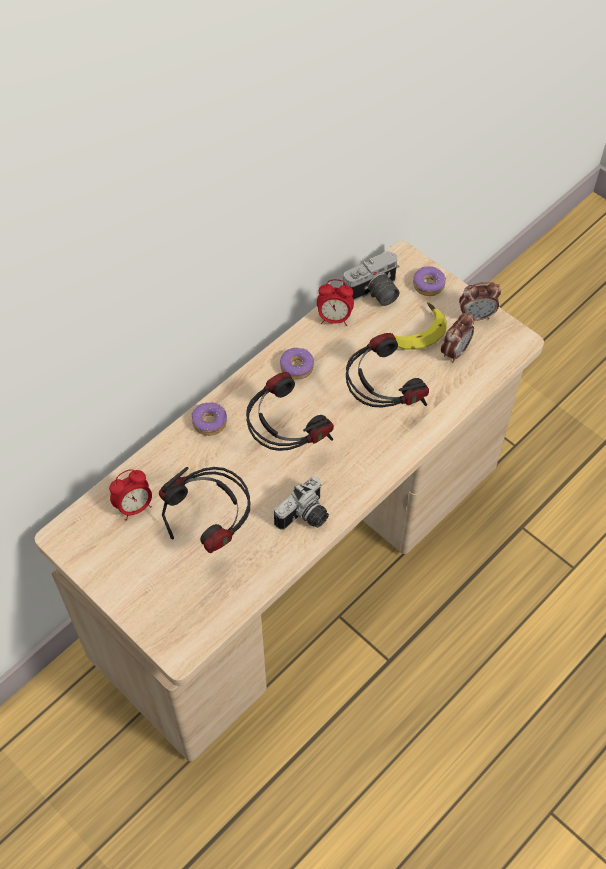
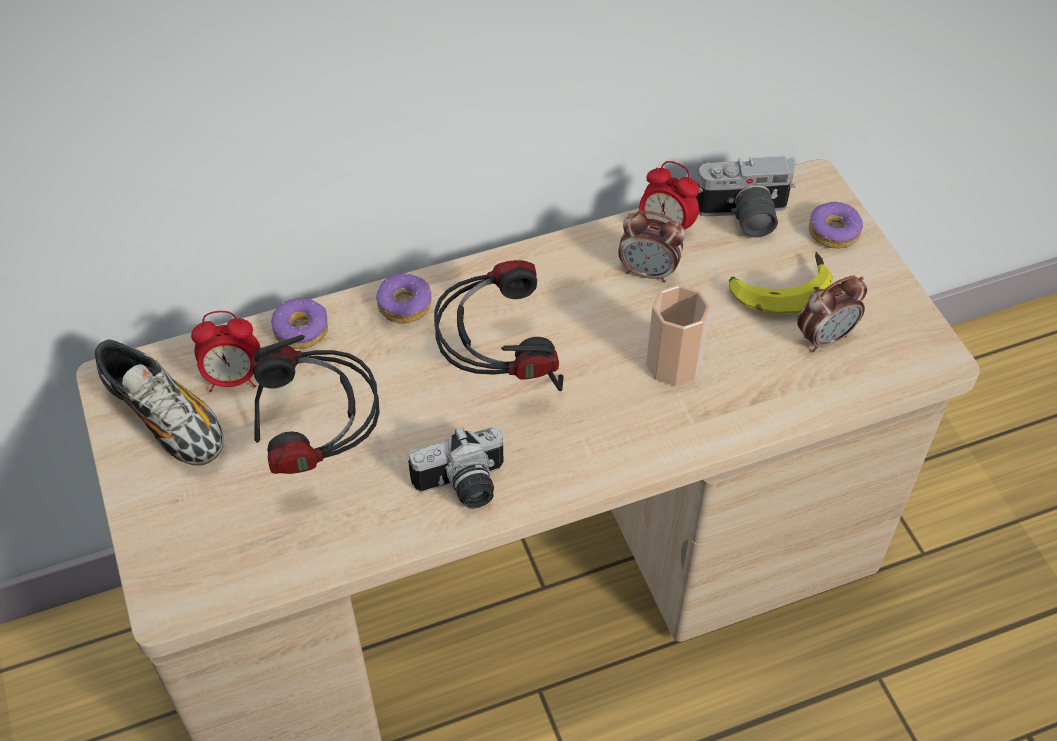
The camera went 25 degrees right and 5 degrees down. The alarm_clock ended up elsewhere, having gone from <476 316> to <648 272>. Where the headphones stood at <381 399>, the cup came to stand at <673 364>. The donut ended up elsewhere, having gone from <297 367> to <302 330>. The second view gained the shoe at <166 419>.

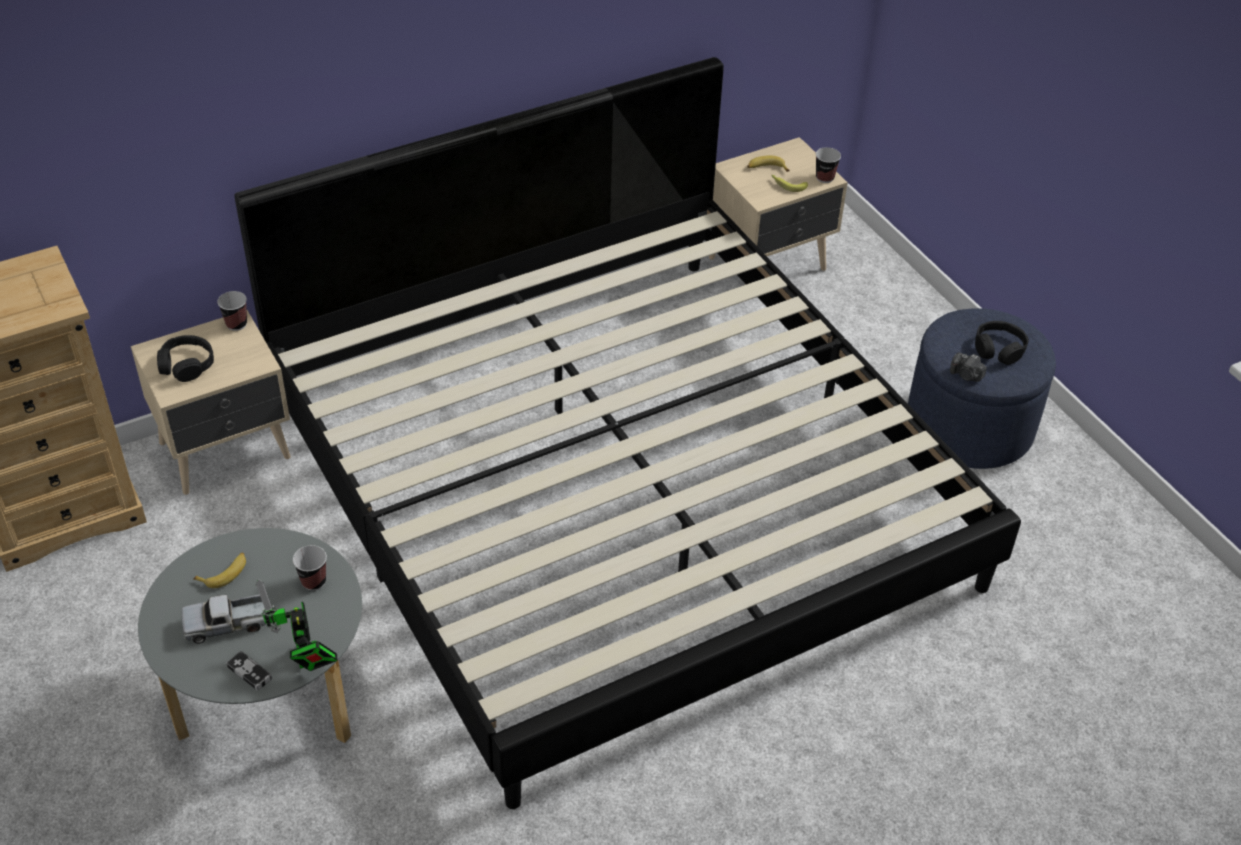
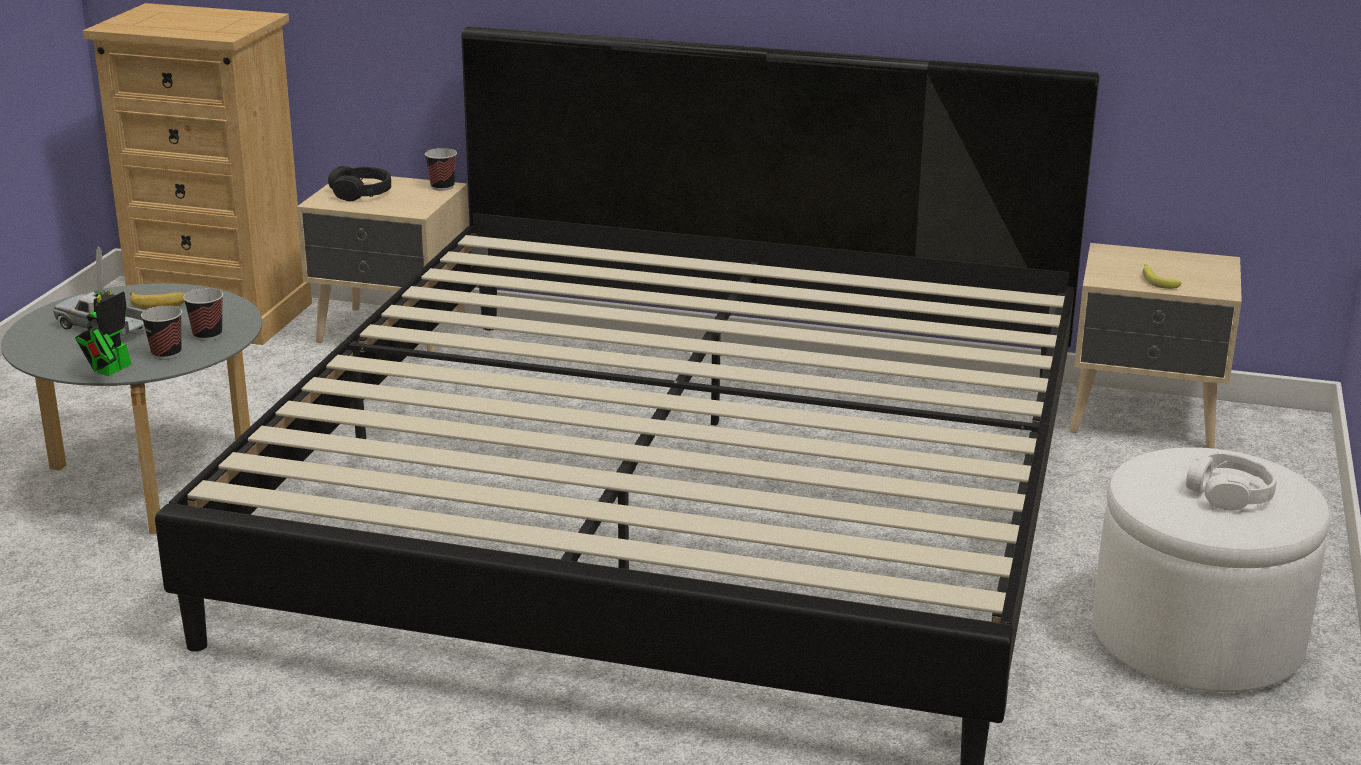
The camera went 45 degrees right and 20 degrees down. The cup ended up elsewhere, having gone from <825 178> to <166 354>. The second view lost the banana at <766 168>. What was the blue_ottoman at <969 426> turned into the white_ottoman at <1196 639>. What was the black_headphones at <999 349> turned into the white_headphones at <1229 493>. The second view lost the photo_camera at <966 375>. The second view lost the game_controller at <249 672>.

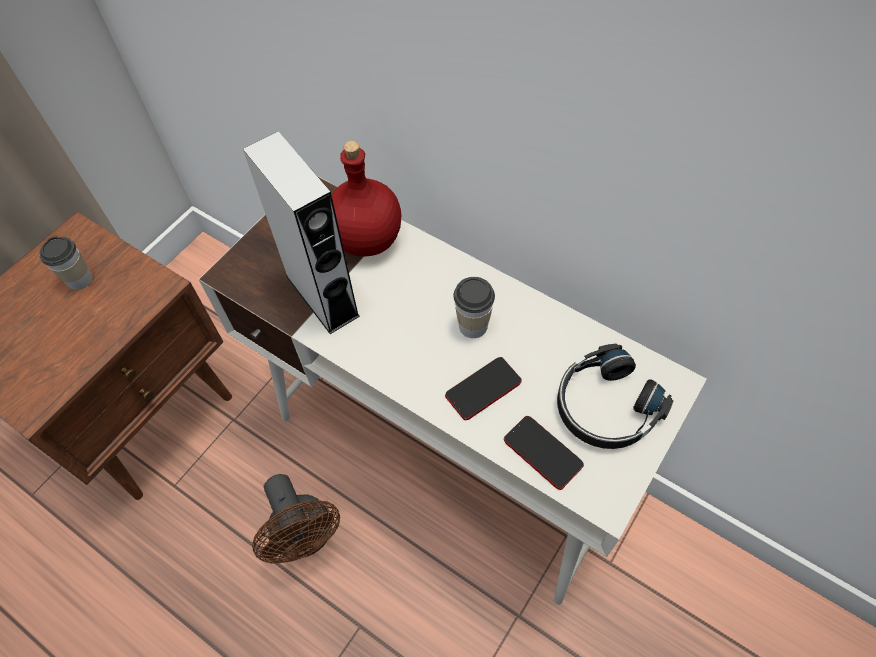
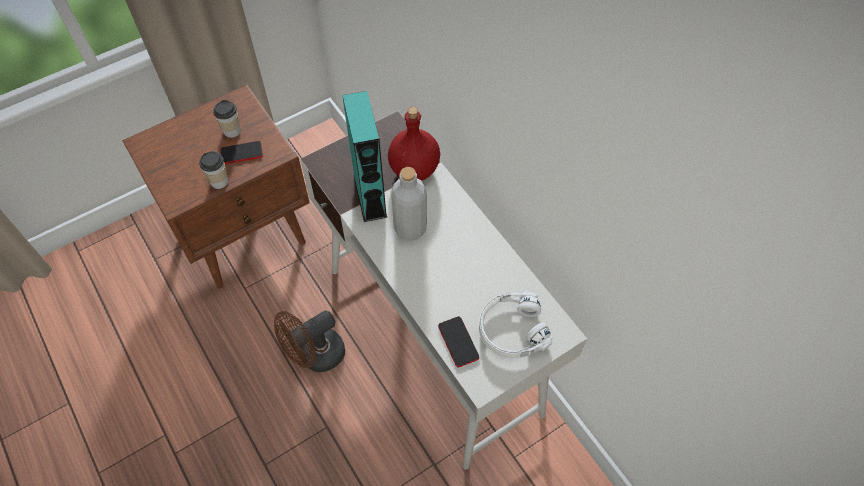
The camera went 20 degrees right and 0 degrees up. What was the grey_speaker at <322 296> turned into the turquoise_speaker at <370 196>. The cup ended up elsewhere, having gone from <473 325> to <219 181>. What was the black_headphones at <605 406> turned into the white_headphones at <511 330>. The phone ended up elsewhere, having gone from <483 389> to <241 153>. The brown_fan at <306 537> ended up facing another way, 60 degrees clockwise from before. The second view gained the grey_bottle at <410 228>.

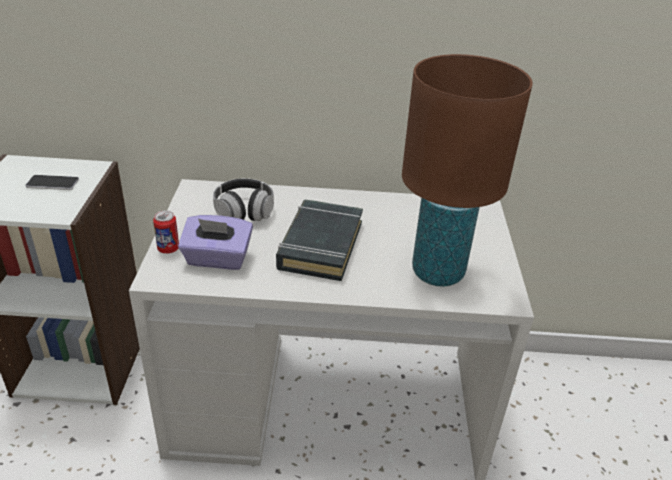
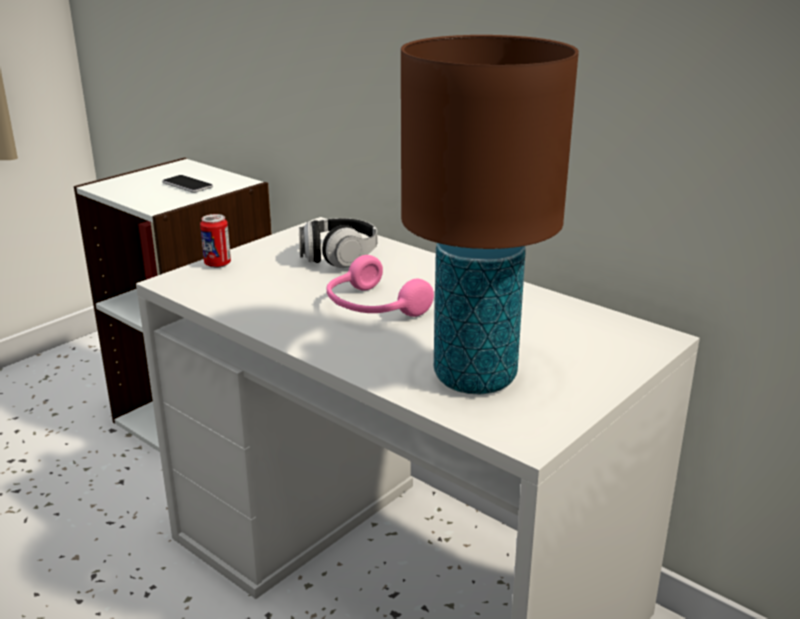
The camera went 40 degrees right and 10 degrees down. Where the black_book stood at <320 245>, the pink_headphones came to stand at <372 307>. The second view lost the purple_tissue_box at <217 259>.

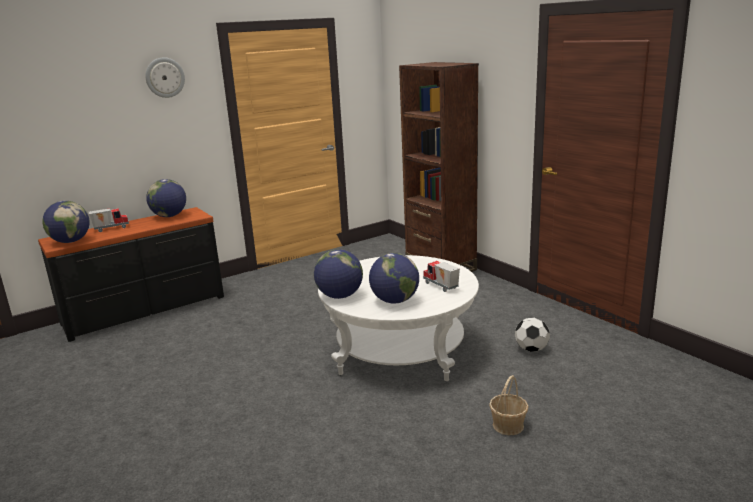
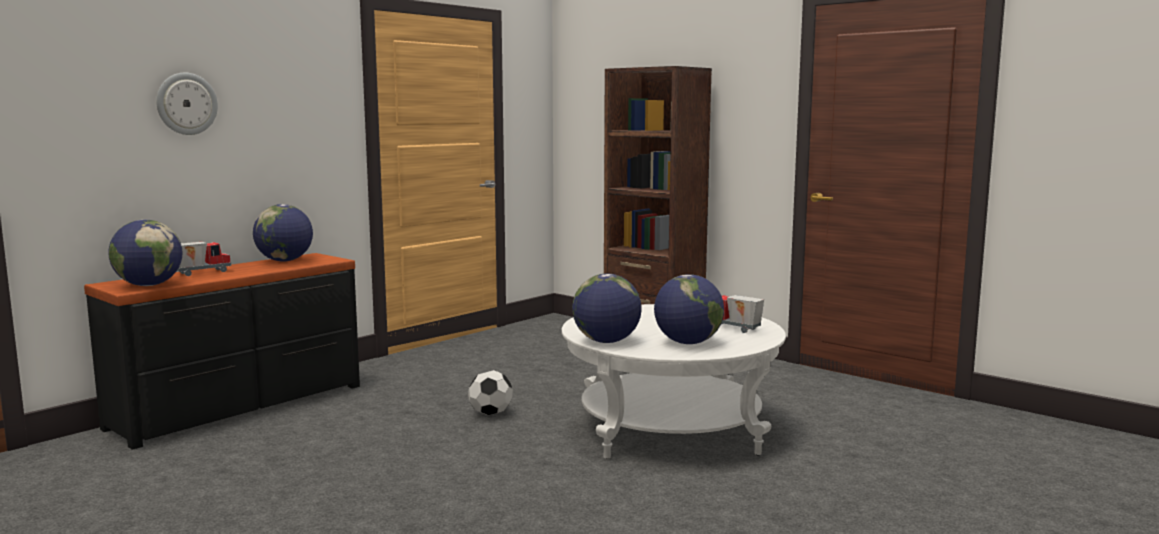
The camera went 15 degrees left and 10 degrees down. The wall_clock ended up elsewhere, having gone from <165 77> to <186 103>. The football ended up elsewhere, having gone from <531 349> to <490 414>. The second view lost the basket at <508 425>.

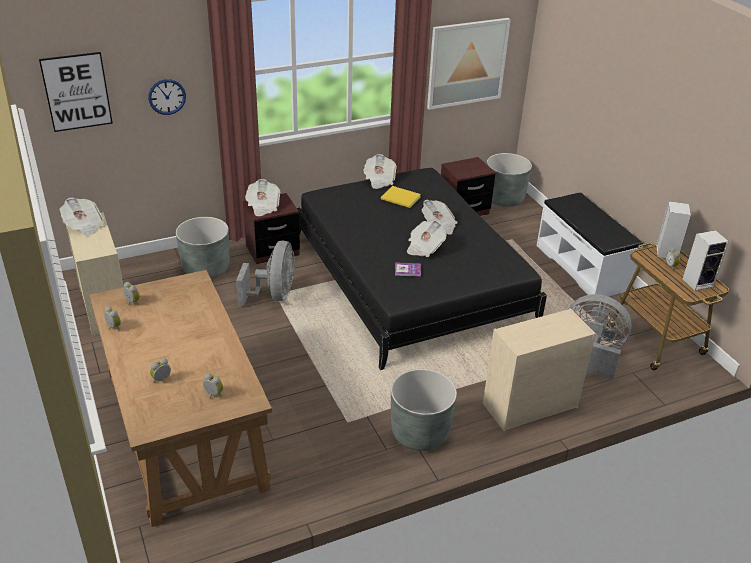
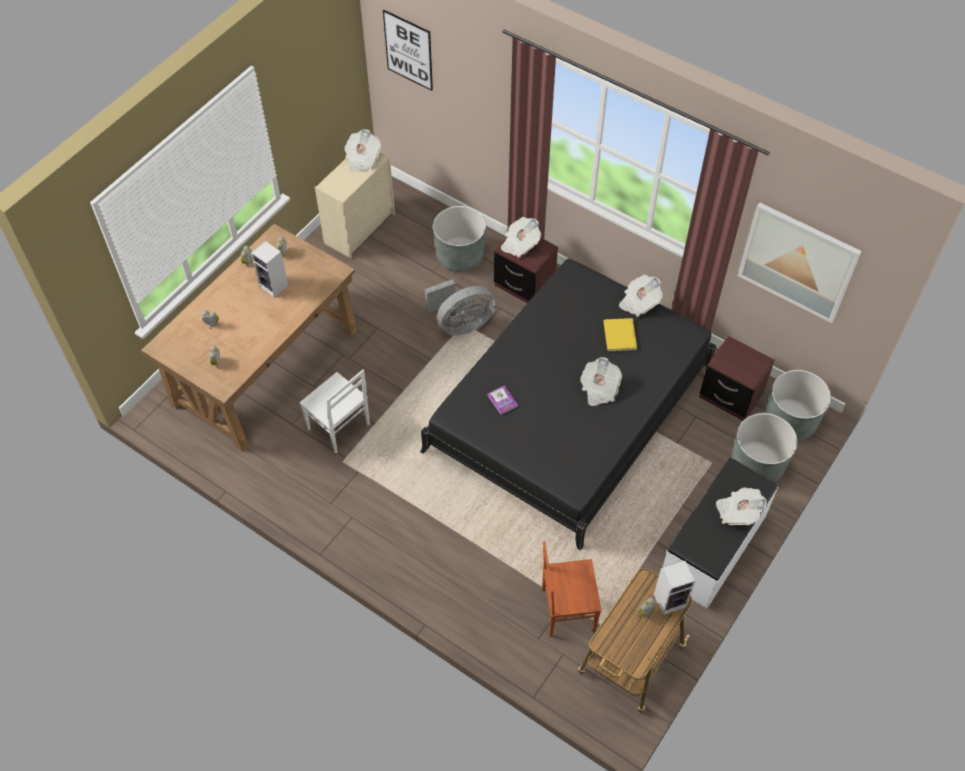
The camera went 60 degrees right and 20 degrees up. The second view lost the wall_clock at <167 96>. The newspaper ended up elsewhere, having gone from <424 248> to <738 512>. The speaker ended up elsewhere, having gone from <698 282> to <275 286>. Where the grey_fan stood at <592 353>, the brown_chair came to stand at <567 609>. The second view lost the beige_dresser at <529 406>. The grey_planter ended up elsewhere, having gone from <420 432> to <757 465>. The second view gained the white_chair at <338 428>.

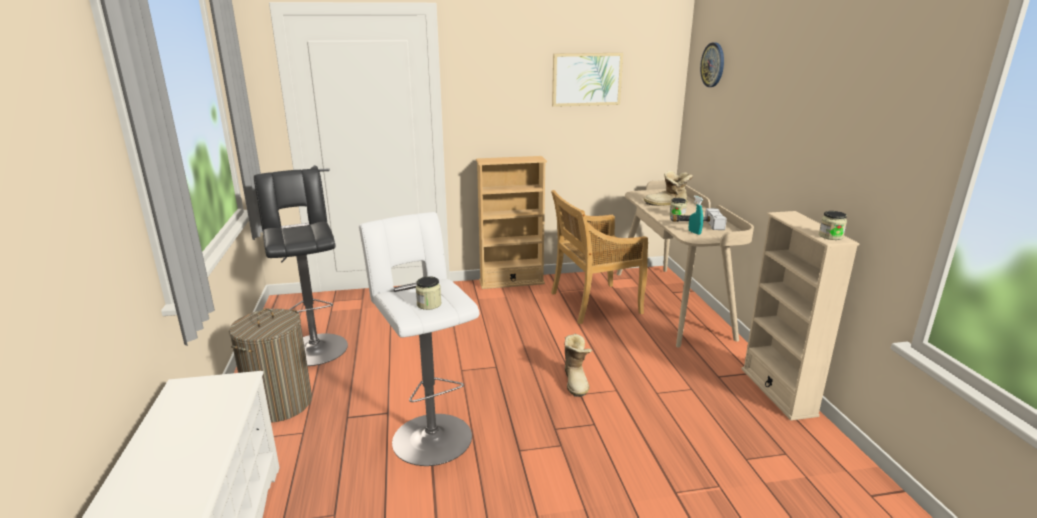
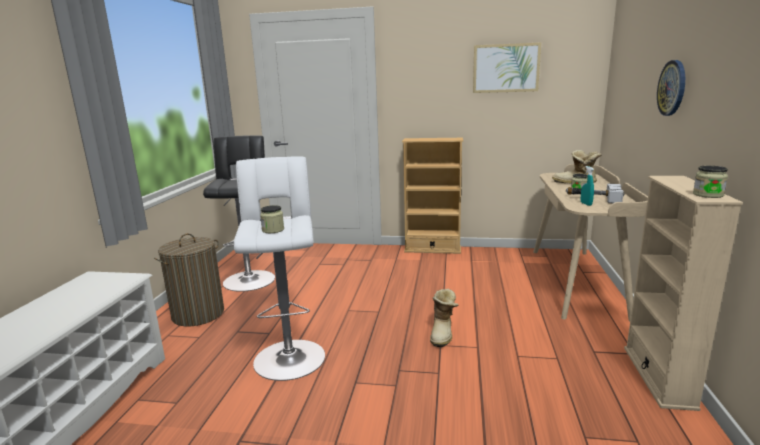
The camera went 20 degrees right and 5 degrees down. The wall_clock ended up elsewhere, having gone from <713 65> to <672 88>. The second view lost the beige_chair at <594 303>.

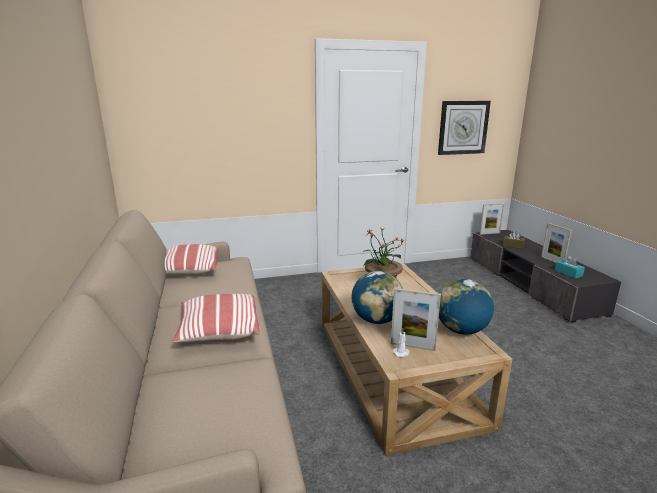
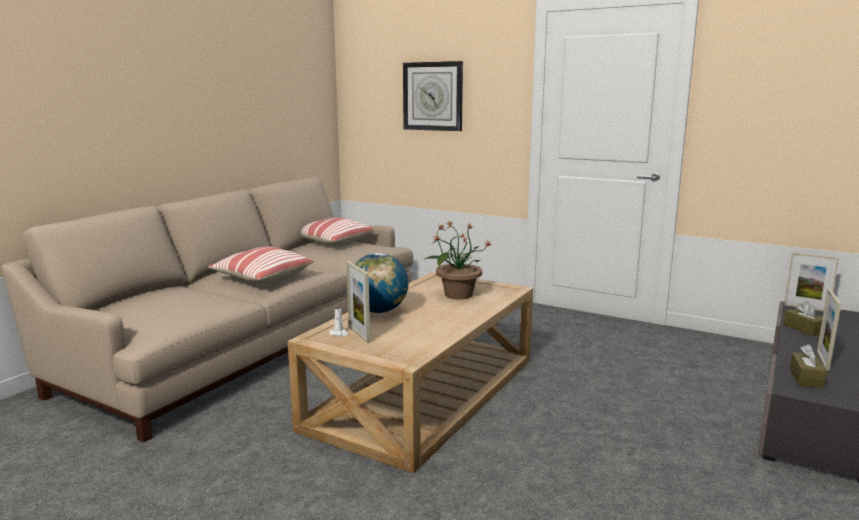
The camera went 45 degrees right and 5 degrees down. The wall_clock ended up elsewhere, having gone from <463 127> to <433 96>. What was the turquoise_tissue_box at <568 273> turned into the brown_tissue_box at <806 378>. The second view lost the globe at <461 330>.

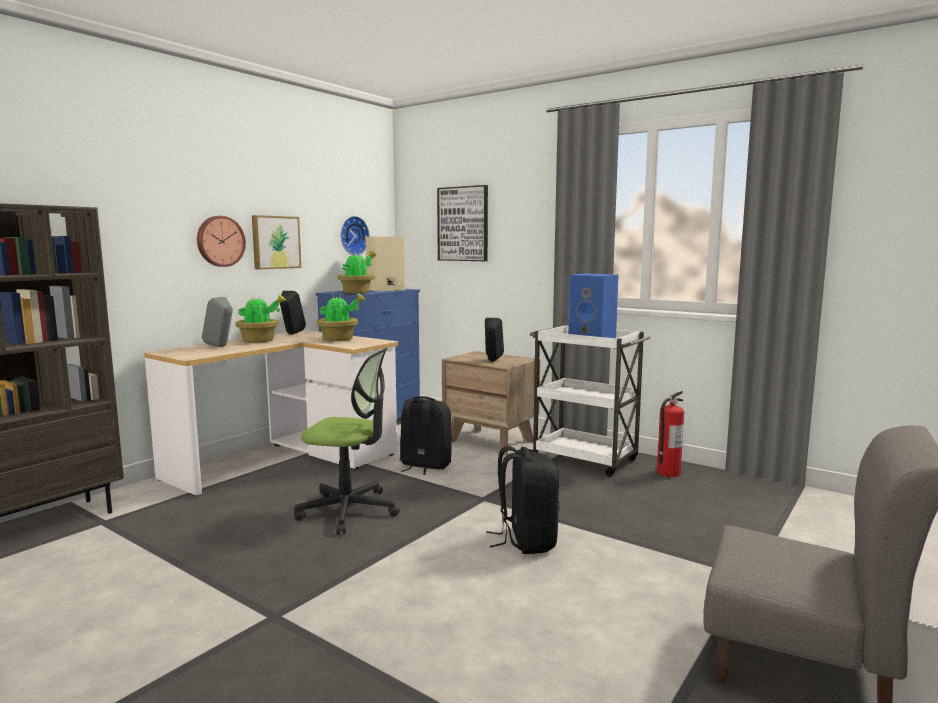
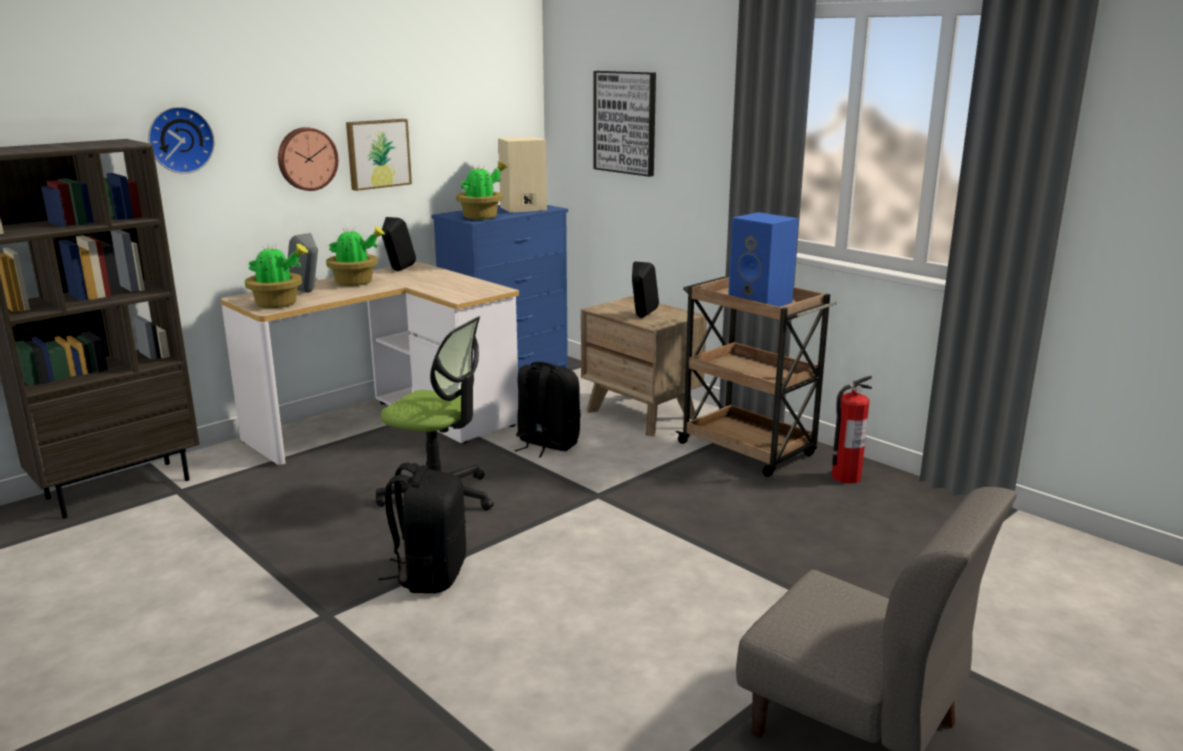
The camera went 10 degrees right and 10 degrees up. The wall_clock ended up elsewhere, having gone from <352 236> to <179 140>. The potted_plant ended up elsewhere, having gone from <339 339> to <278 304>. What was the white_cart at <585 460> turned into the brown_cart at <748 450>. The black_backpack ended up elsewhere, having gone from <526 540> to <430 574>.

